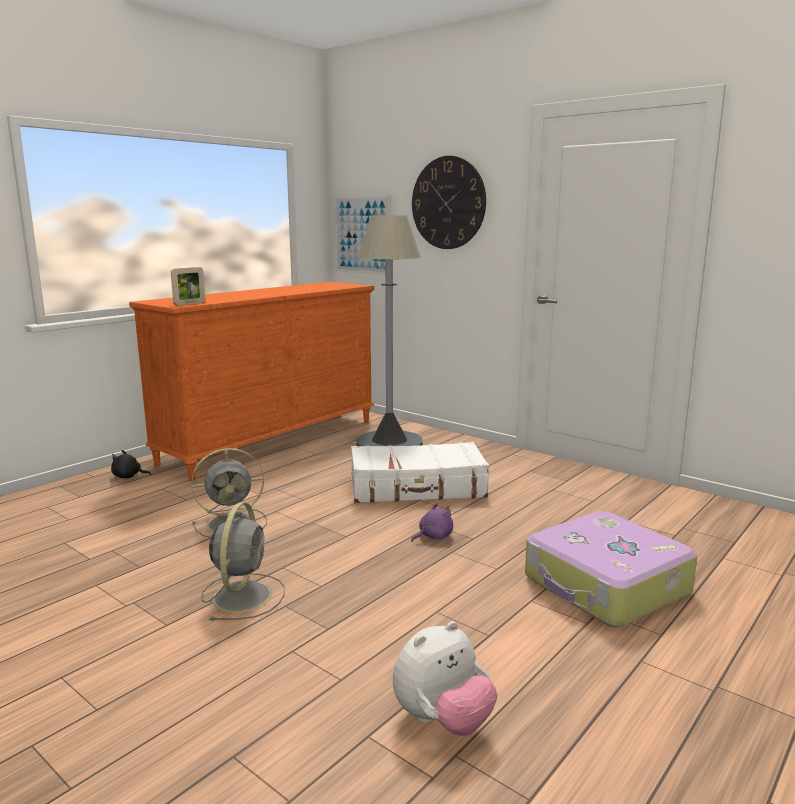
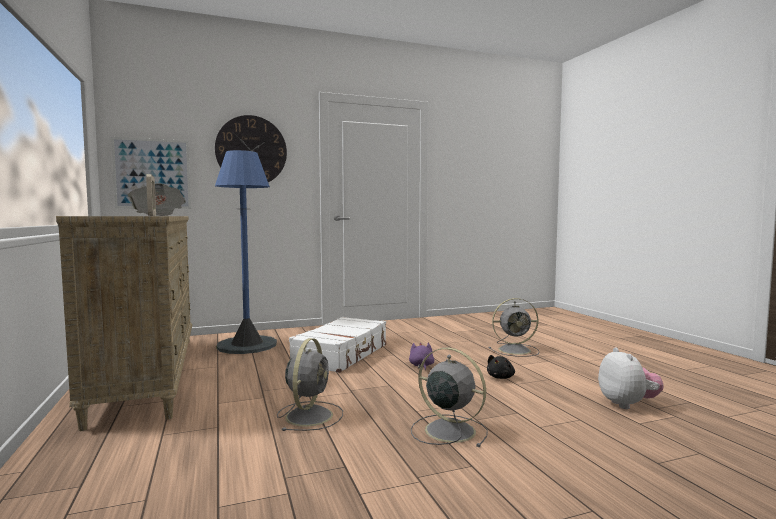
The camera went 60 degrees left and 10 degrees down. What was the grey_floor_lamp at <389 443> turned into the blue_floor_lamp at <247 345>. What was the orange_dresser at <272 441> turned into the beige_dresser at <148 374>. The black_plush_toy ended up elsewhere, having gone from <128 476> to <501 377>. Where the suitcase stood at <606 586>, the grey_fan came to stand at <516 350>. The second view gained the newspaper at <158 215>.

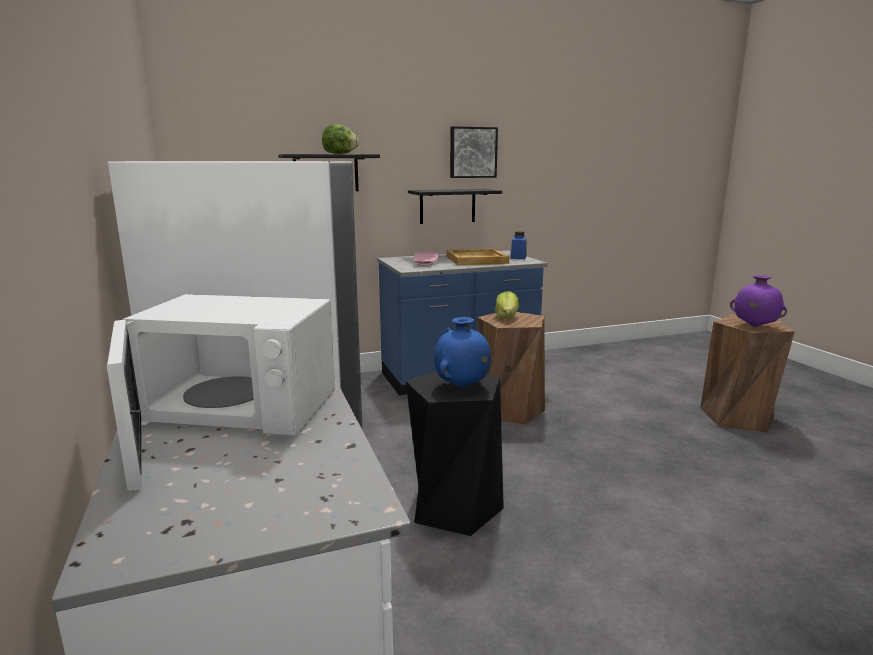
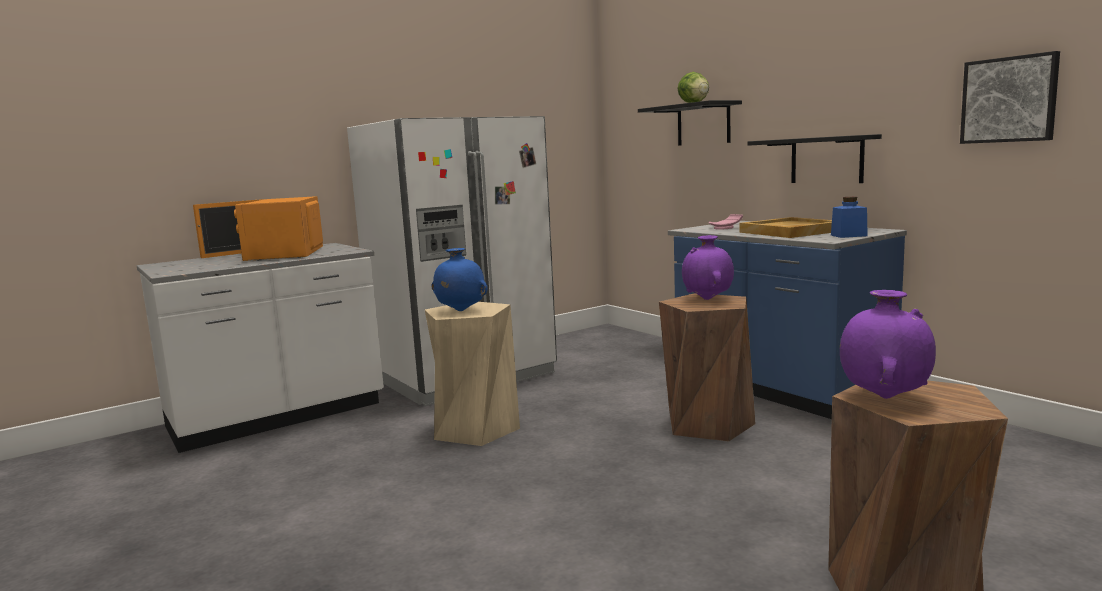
The camera went 75 degrees right and 5 degrees down. The picture ended up elsewhere, having gone from <472 152> to <1009 100>. Where the lettuce stood at <507 317>, the purple_vase came to stand at <708 299>. What was the white_microwave at <233 411> turned into the orange_microwave at <282 254>. What was the black_stool at <455 507> turned into the beige_stool at <475 429>.

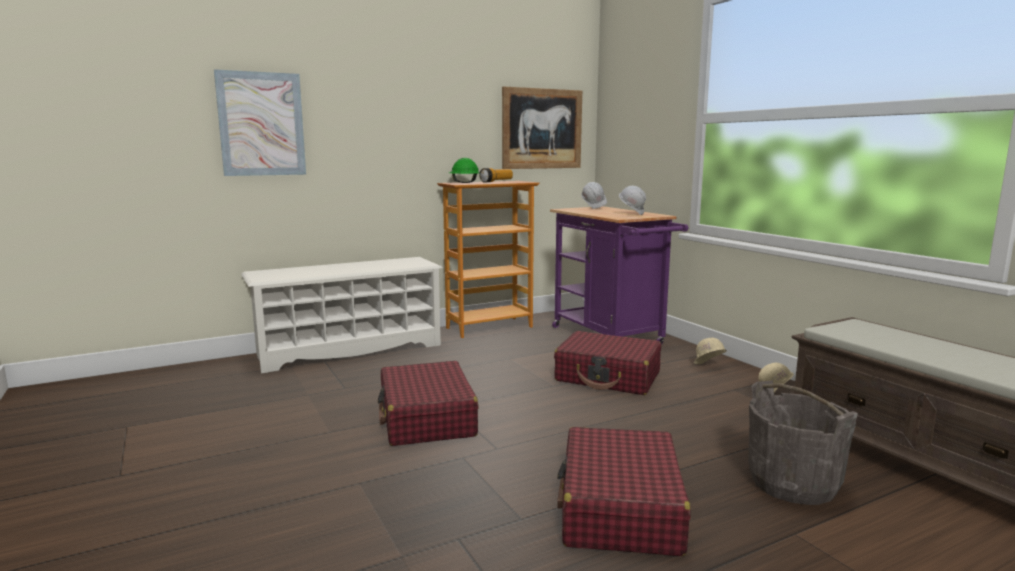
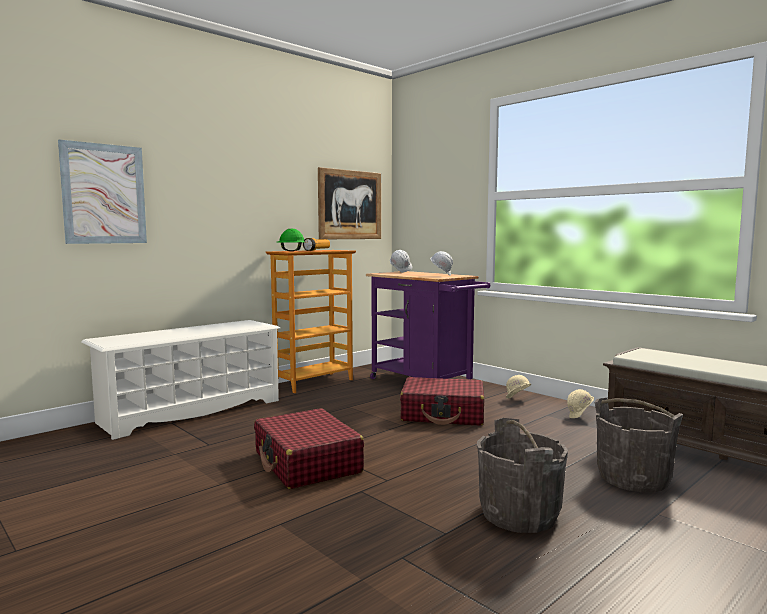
The camera went 15 degrees left and 5 degrees down. Where the red_suitcase stood at <620 509>, the grey_bucket came to stand at <519 514>.

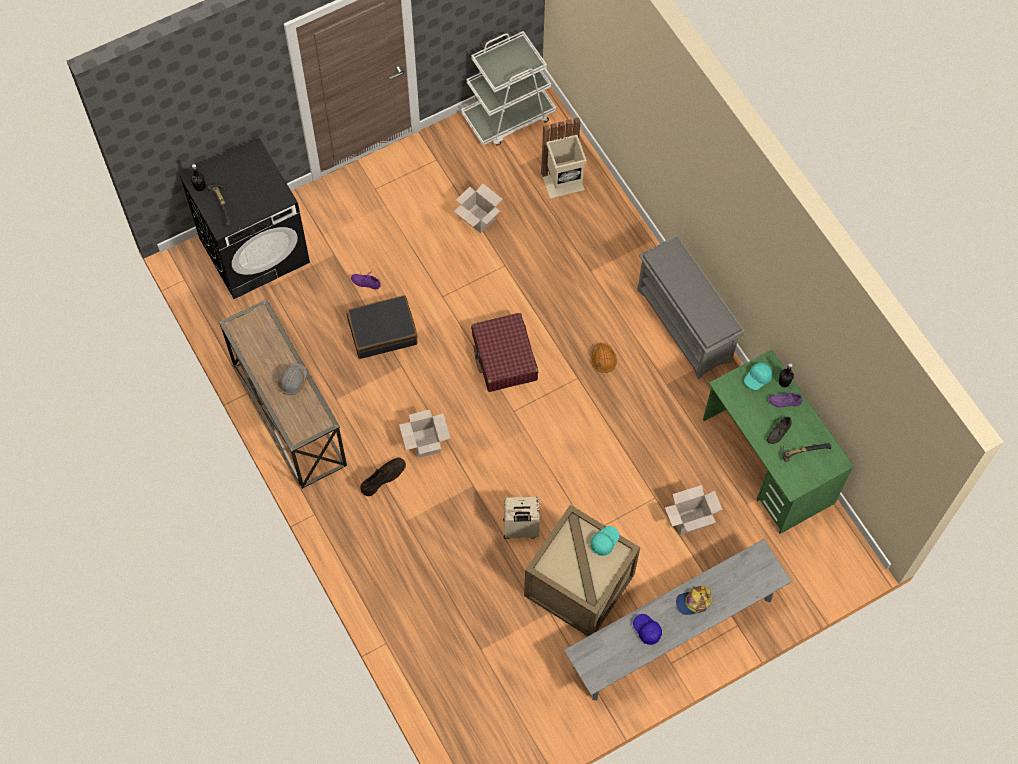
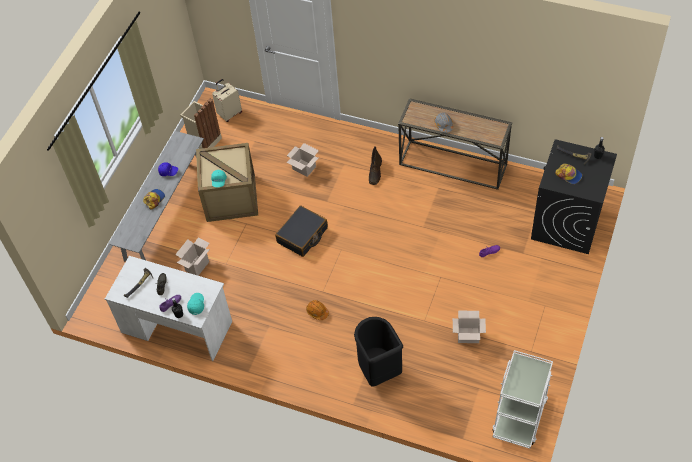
The camera went 145 degrees right and 10 degrees down. The beige_trash_can ended up elsewhere, having gone from <563 182> to <204 141>. The second view lost the grey_shoe_rack at <685 325>. The black_suitcase ended up elsewhere, having gone from <382 331> to <302 235>. The second view lost the red_suitcase at <504 358>. What was the green_desk at <768 461> turned into the white_desk at <176 327>. The cardboard_box ended up elsewhere, having gone from <425 442> to <304 168>. The beige_suitcase ended up elsewhere, having gone from <520 529> to <229 114>. The second view gained the cap at <569 175>. The second view gained the black_trash_can at <378 371>.

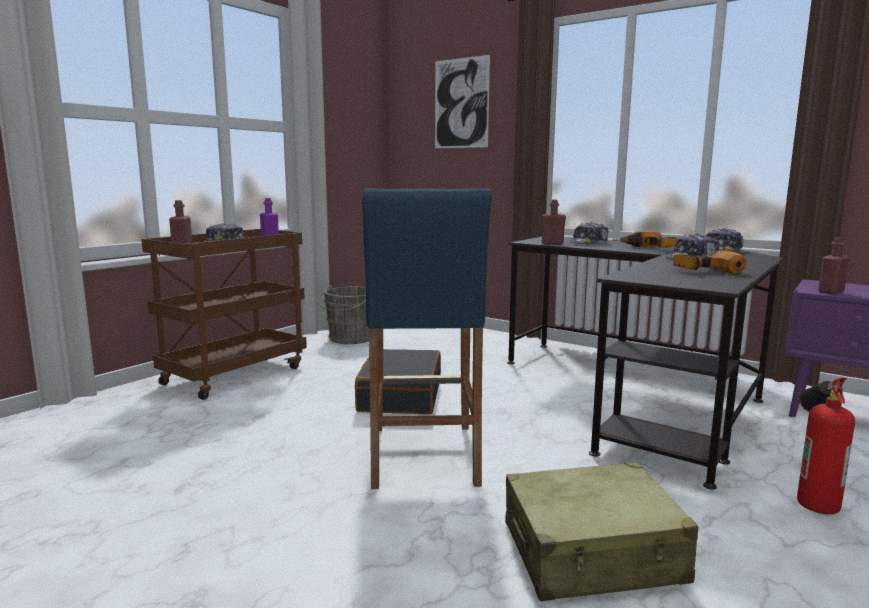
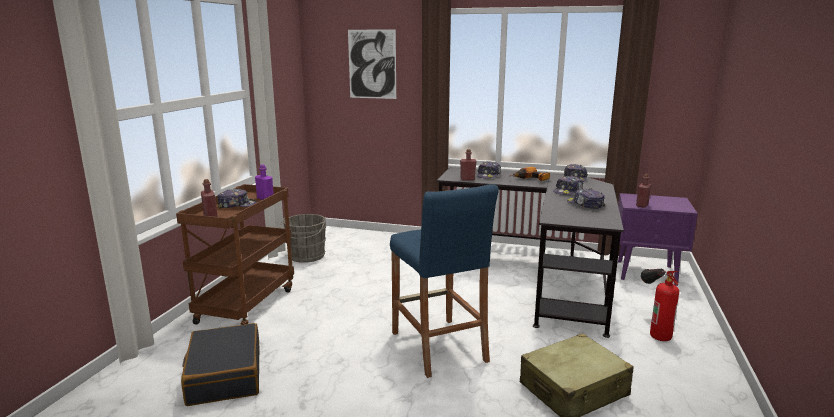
The camera went 20 degrees left and 5 degrees up. Where the power_drill stood at <703 270>, the cap came to stand at <585 205>. The black_suitcase ended up elsewhere, having gone from <400 396> to <224 375>.

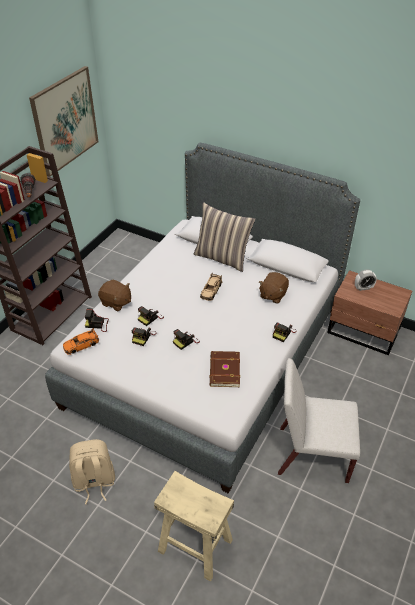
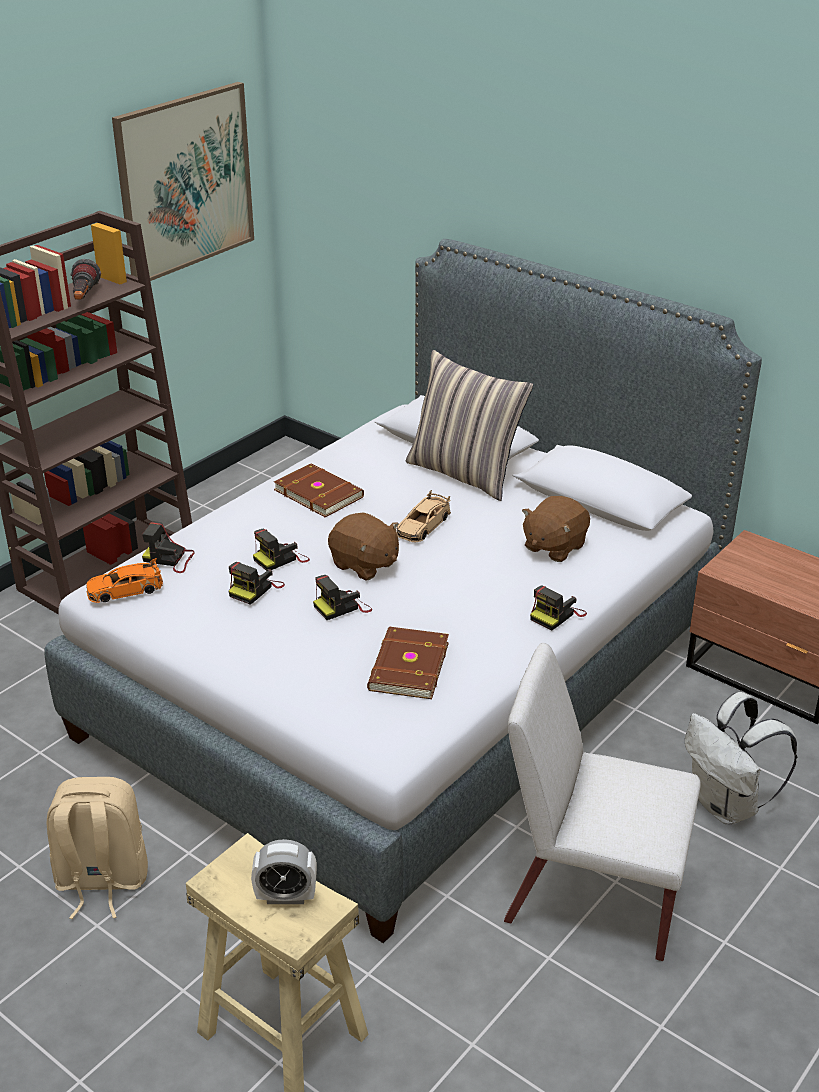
The camera went 10 degrees right and 10 degrees down. The alarm_clock ended up elsewhere, having gone from <363 288> to <286 896>. The brown_plush_toy ended up elsewhere, having gone from <116 303> to <364 565>. The second view gained the brown_book at <319 493>. The second view gained the white_backpack at <727 806>.

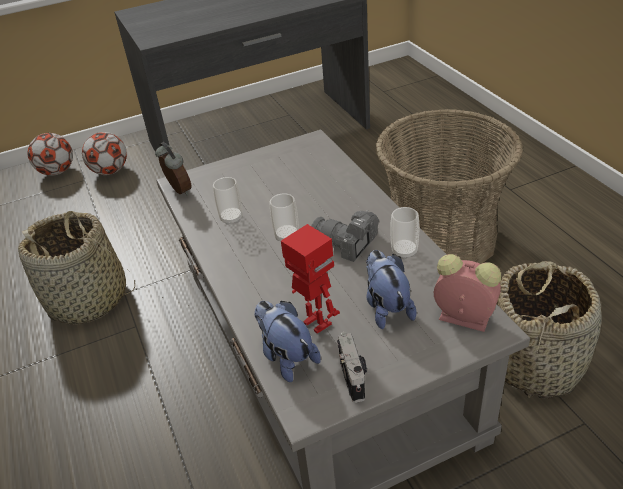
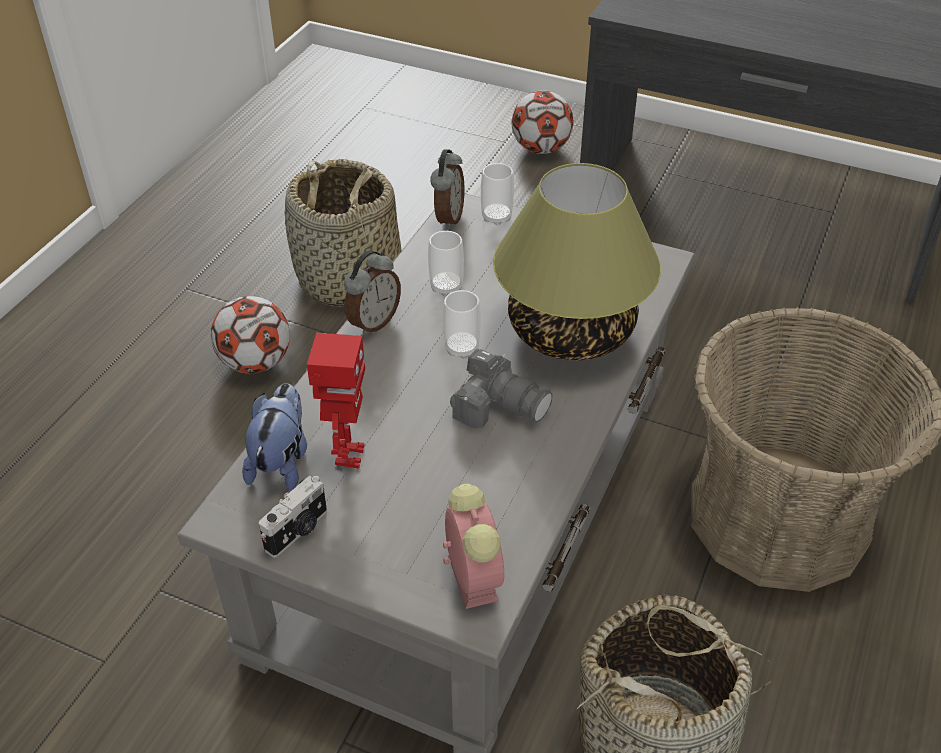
The camera went 45 degrees right and 5 degrees up. The football ended up elsewhere, having gone from <57 172> to <255 362>. The cup ended up elsewhere, having gone from <404 251> to <496 217>. The photo_camera at <347 244> ended up facing another way, 135 degrees clockwise from before. The second view lost the plush_toy at <386 307>. The second view gained the table_lamp at <570 330>. The second view gained the alarm_clock at <373 322>.

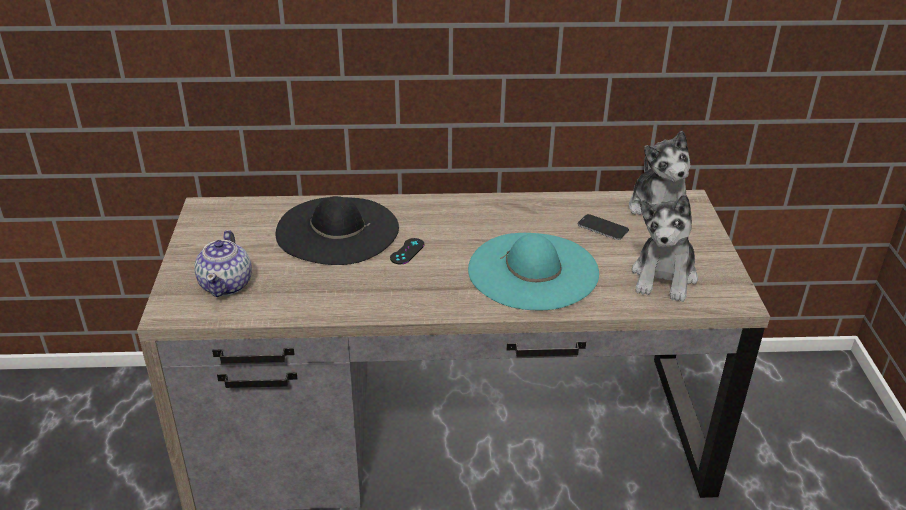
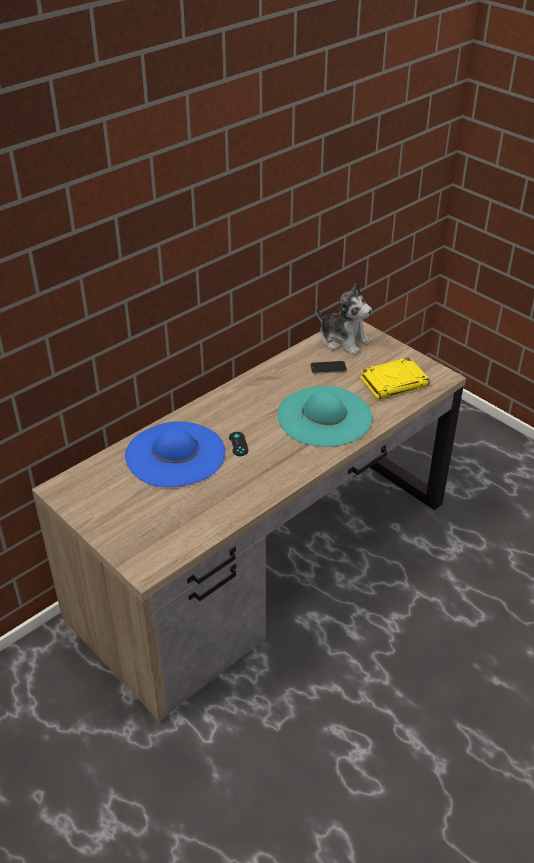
The camera went 40 degrees left and 5 degrees up. Where the plush_toy stood at <664 277>, the yellow_book came to stand at <394 382>. What was the black_hat at <337 230> turned into the blue_hat at <175 454>. The second view lost the teapot at <227 284>.

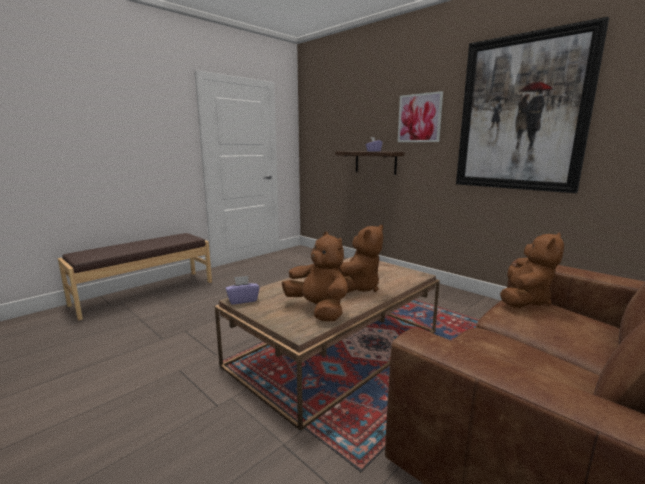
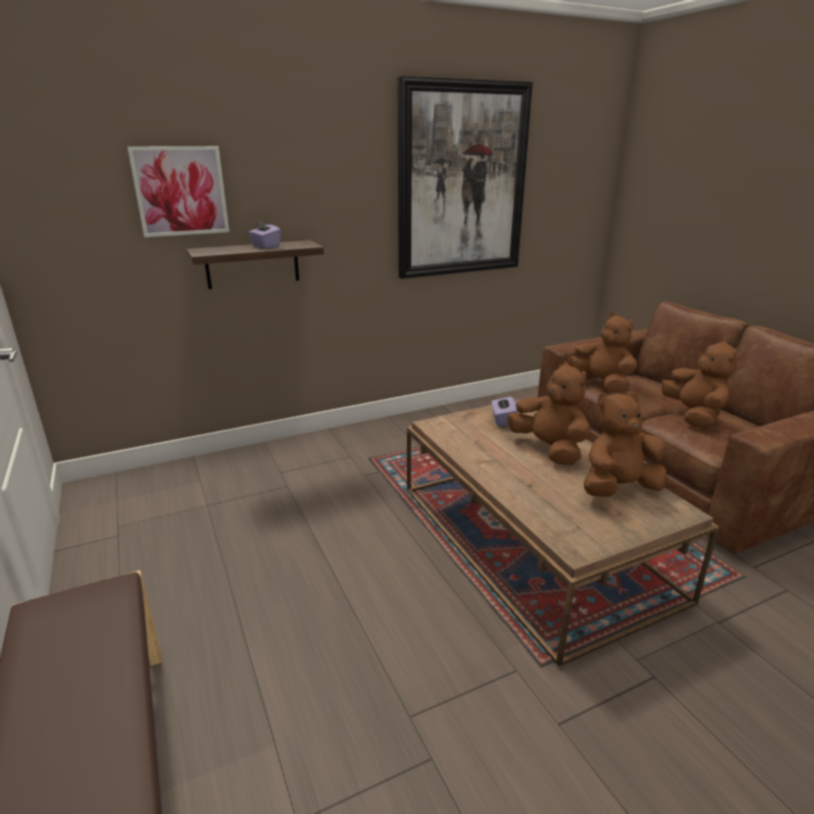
The camera went 70 degrees left and 10 degrees up. The picture ended up elsewhere, having gone from <419 118> to <180 191>. The purple_tissue_box ended up elsewhere, having gone from <243 300> to <502 420>. The second view gained the brown_plush_toy at <693 416>.

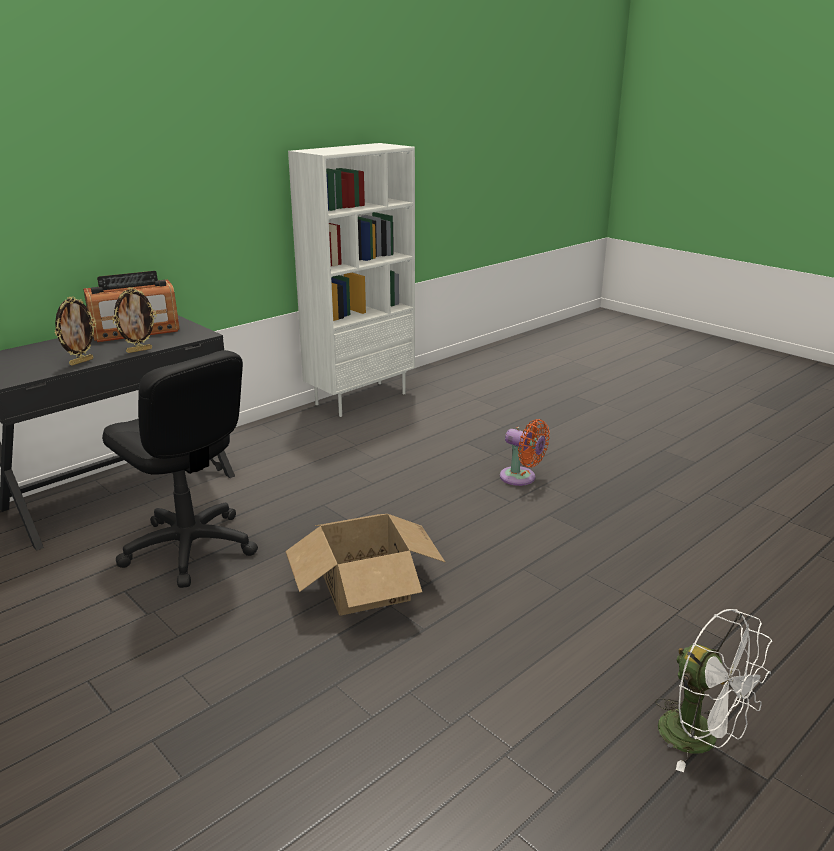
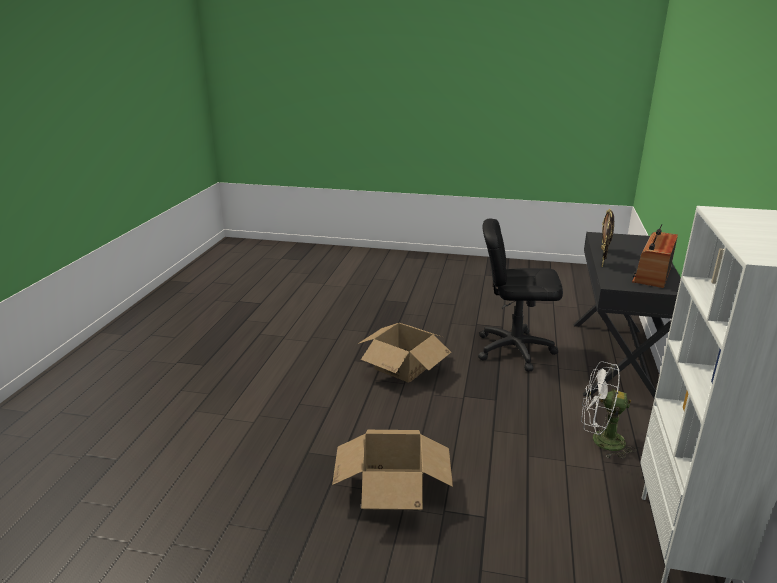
The camera went 145 degrees right and 0 degrees up. Where the orange_fan stood at <521 478>, the cardboard_box came to stand at <392 488>. The white_fan ended up elsewhere, having gone from <701 739> to <600 441>.

